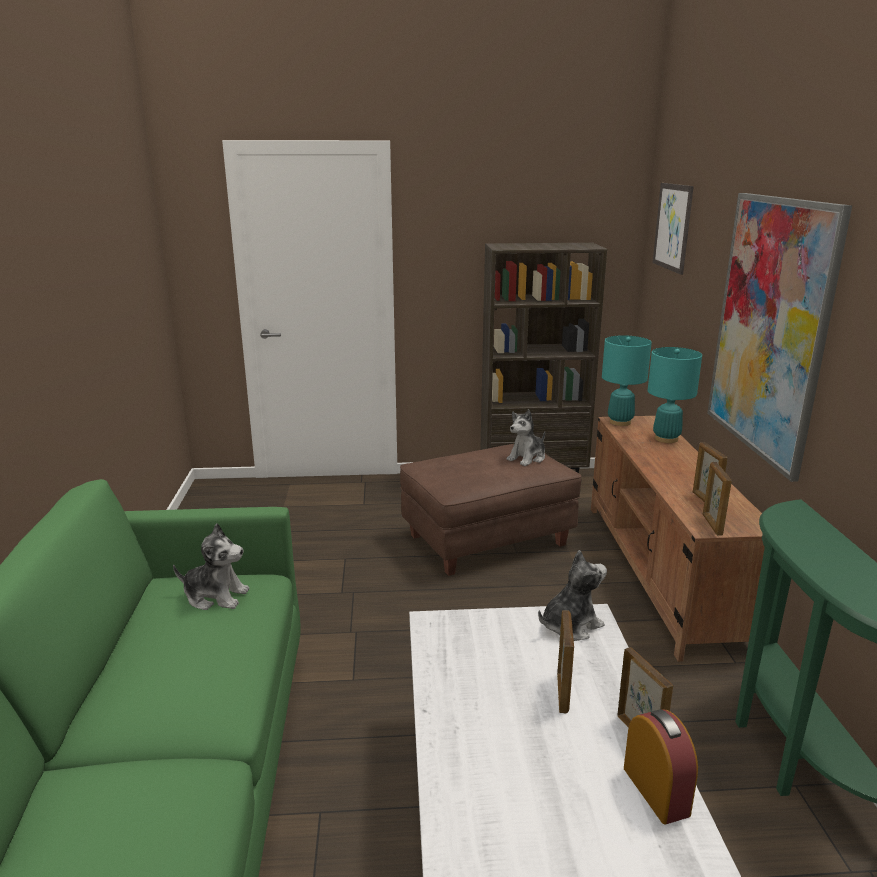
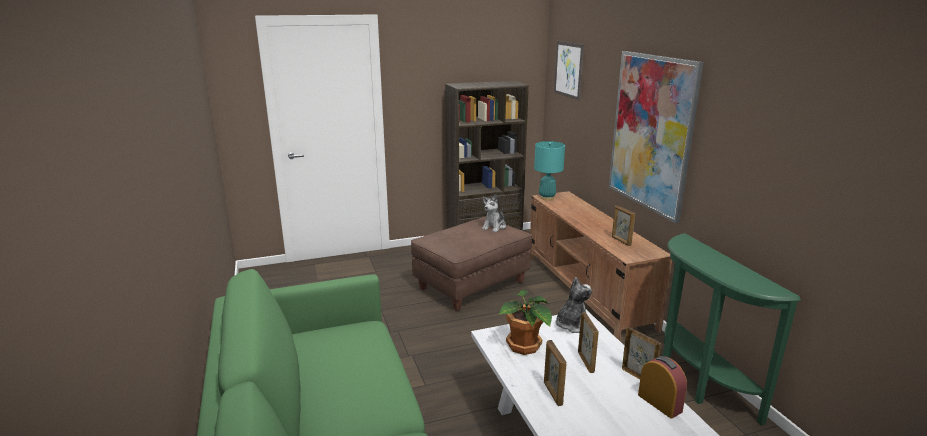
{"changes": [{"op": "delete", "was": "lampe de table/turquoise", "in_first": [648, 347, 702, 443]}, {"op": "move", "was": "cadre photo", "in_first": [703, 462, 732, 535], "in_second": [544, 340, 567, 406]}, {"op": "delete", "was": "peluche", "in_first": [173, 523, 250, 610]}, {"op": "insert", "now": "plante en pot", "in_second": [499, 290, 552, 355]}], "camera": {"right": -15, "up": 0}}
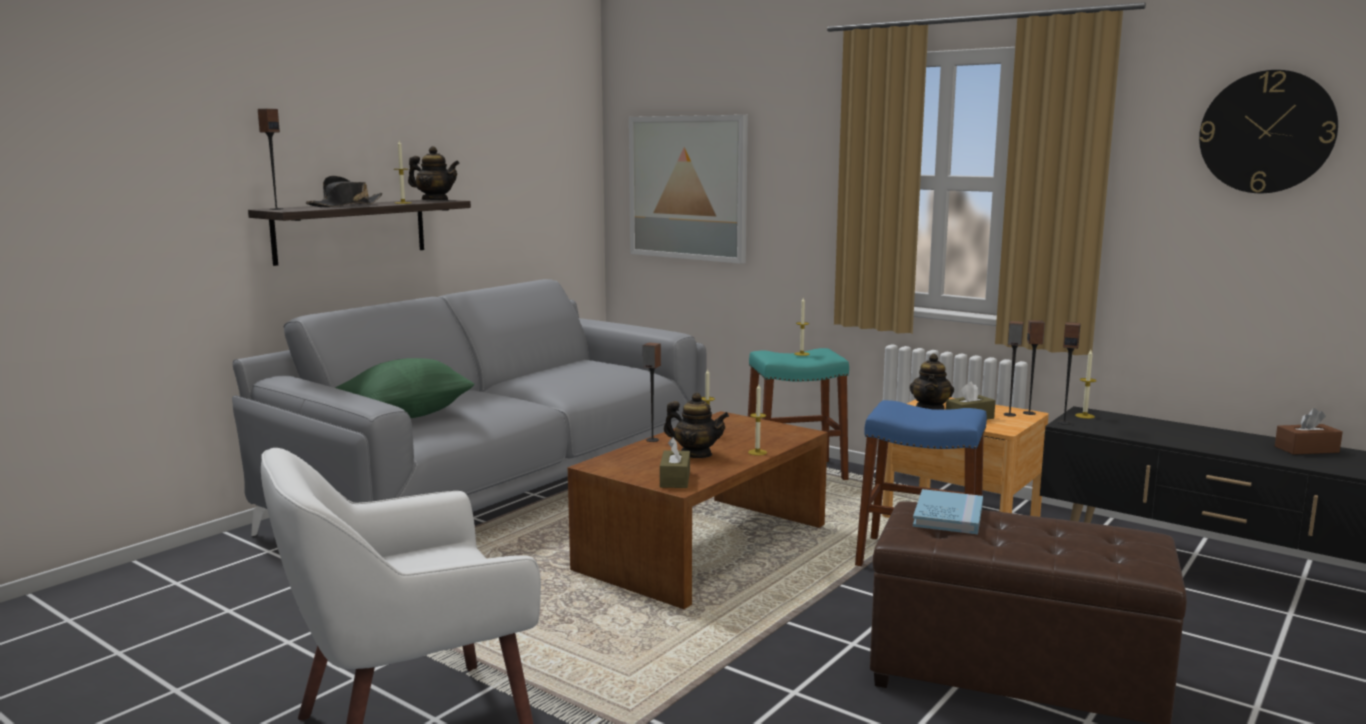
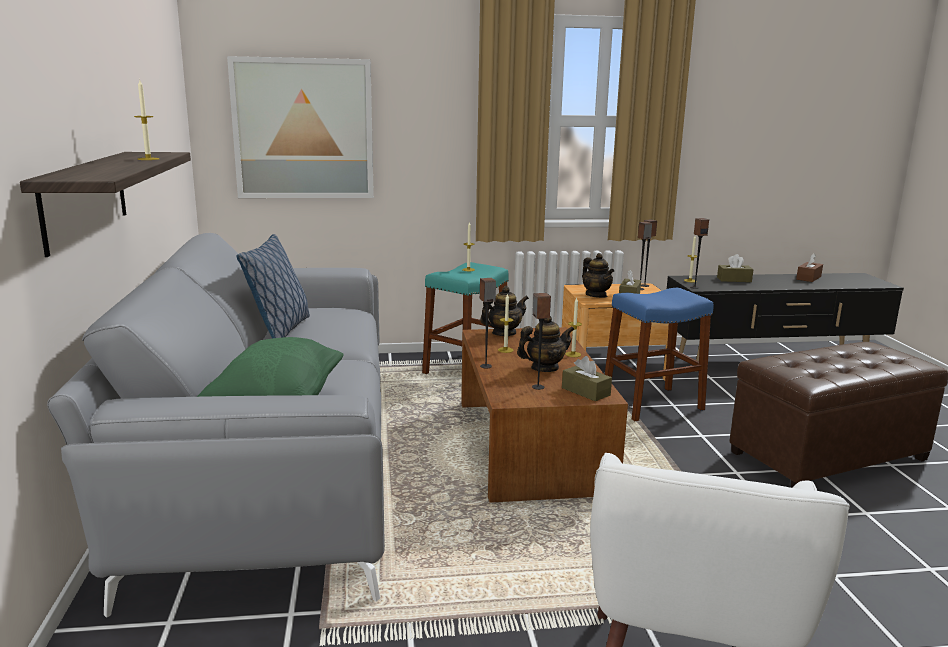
{"changes": [{"op": "delete", "was": "horloge murale", "in_first": [1199, 70, 1338, 193]}, {"op": "move", "was": "enceinte", "in_first": [258, 109, 283, 210], "in_second": [532, 293, 551, 390]}, {"op": "move", "was": "théière", "in_first": [408, 146, 460, 200], "in_second": [480, 286, 529, 336]}, {"op": "delete", "was": "chapeau/noir", "in_first": [306, 176, 382, 207]}, {"op": "delete", "was": "livre/bleu", "in_first": [913, 489, 983, 535]}, {"op": "insert", "now": "coussin", "in_second": [237, 234, 310, 339]}, {"op": "insert", "now": "boîte à mouchoirs/marron", "in_second": [717, 254, 754, 282]}], "camera": {"right": -45, "up": 5}}
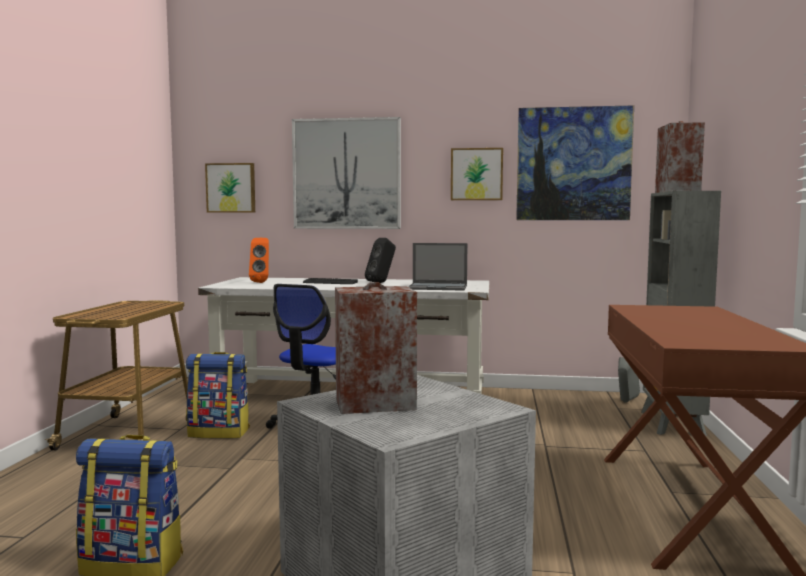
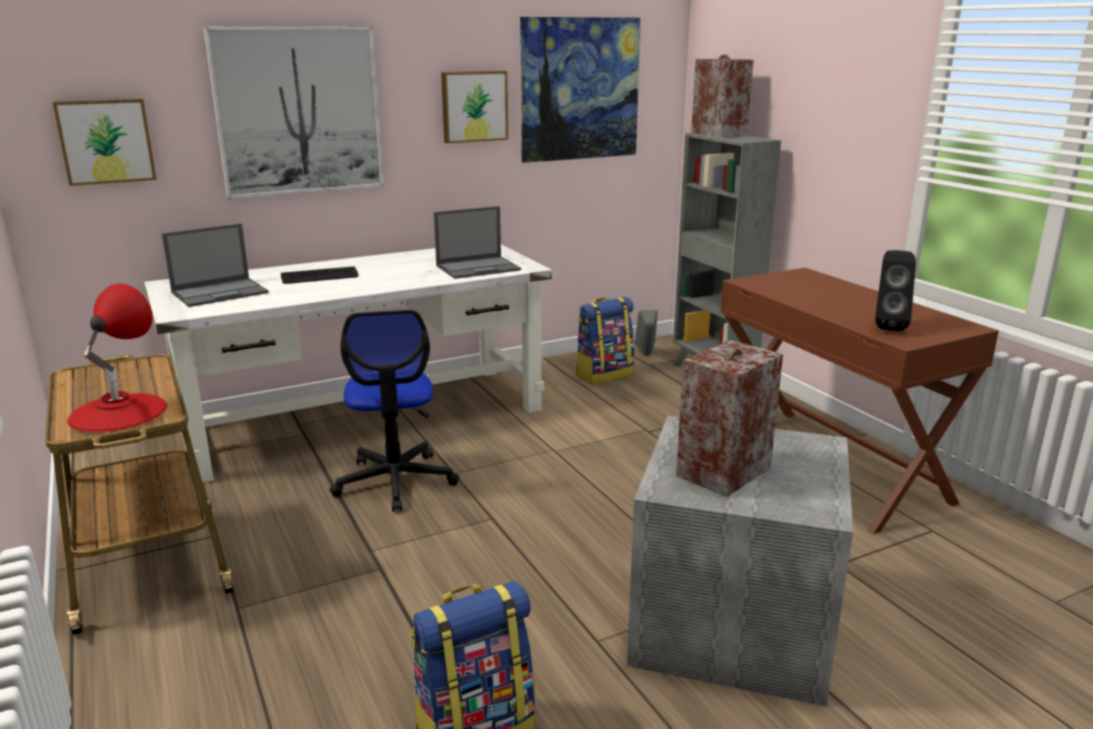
{"changes": [{"op": "replace", "was": "enceinte/orange", "now": "ordinateur portable", "in_first": [249, 238, 269, 283], "in_second": [162, 223, 269, 307]}, {"op": "move", "was": "enceinte/noir", "in_first": [365, 238, 396, 283], "in_second": [875, 250, 916, 331]}, {"op": "move", "was": "sac à dos", "in_first": [186, 352, 250, 439], "in_second": [576, 297, 634, 385]}, {"op": "insert", "now": "lampe de table/rouge", "in_second": [67, 283, 167, 432]}], "camera": {"right": -35, "up": 15}}
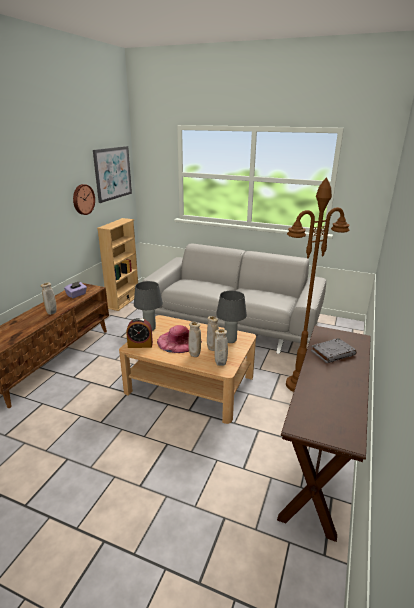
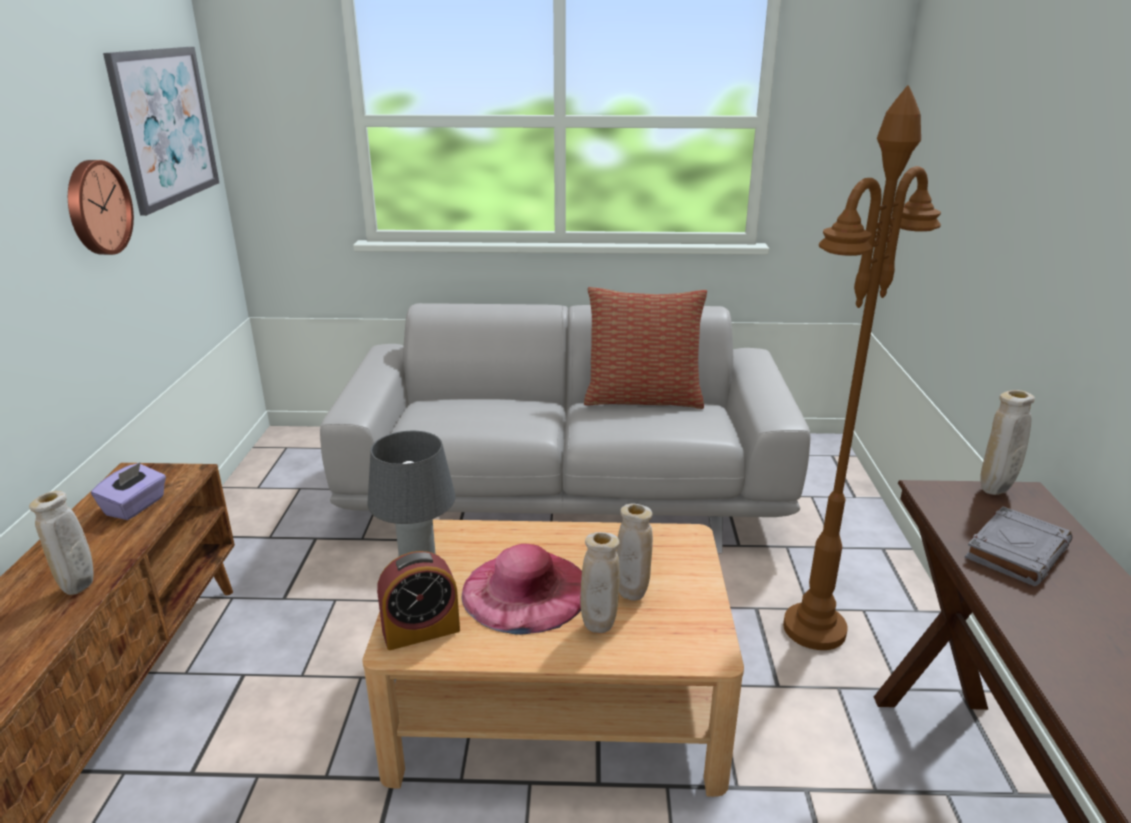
{"changes": [{"op": "delete", "was": "bibliothèque/beige", "in_first": [97, 218, 138, 311]}, {"op": "delete", "was": "lampe de table/gris", "in_first": [216, 291, 247, 343]}, {"op": "move", "was": "vase/beige", "in_first": [214, 329, 228, 366], "in_second": [980, 390, 1035, 495]}, {"op": "insert", "now": "coussin", "in_second": [584, 287, 707, 409]}], "camera": {"right": -20, "up": 0}}
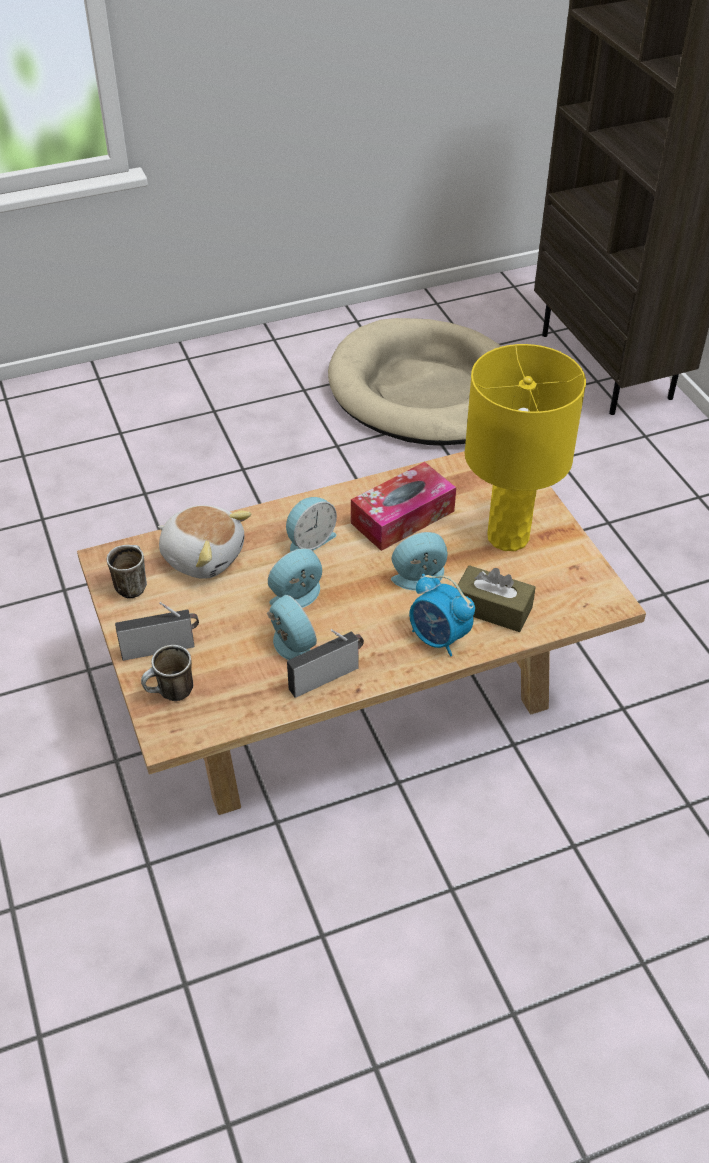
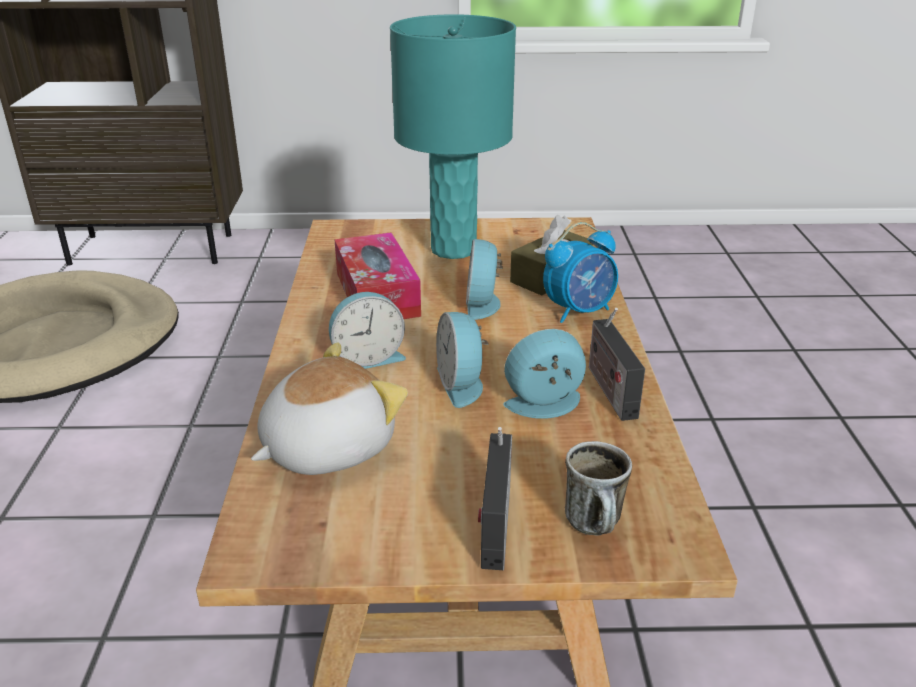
{"changes": [{"op": "recolor", "was": "lampe de table/jaune", "now": "lampe de table/turquoise", "in_first": [464, 344, 586, 551], "in_second": [390, 14, 516, 259]}, {"op": "rotate", "was": "réveil", "in_first": [286, 497, 337, 552], "in_second": [329, 292, 406, 369], "clockwise": 90}, {"op": "delete", "was": "mug", "in_first": [107, 545, 147, 599]}], "camera": {"right": -70, "up": -15}}
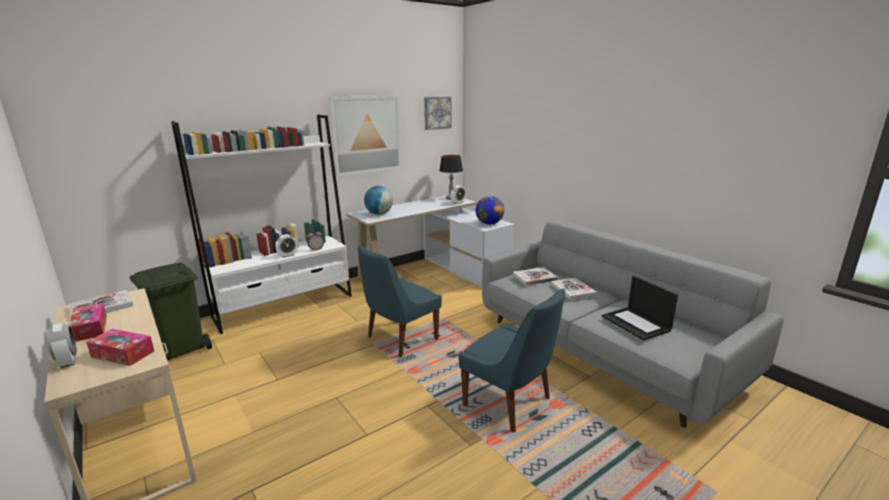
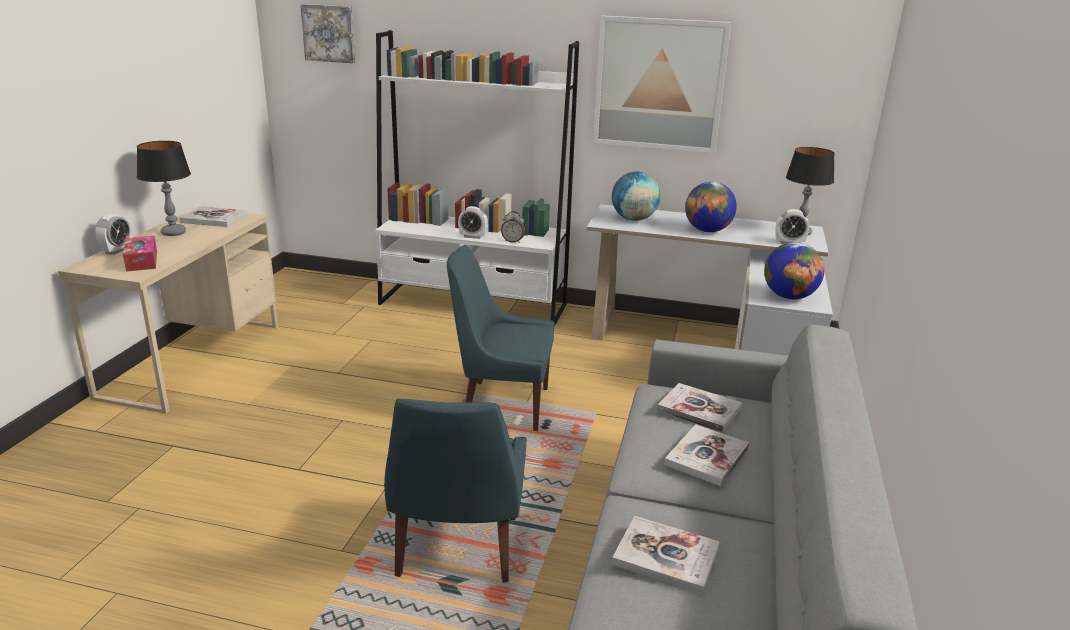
{"changes": [{"op": "move", "was": "tableau", "in_first": [424, 97, 451, 130], "in_second": [300, 4, 355, 63]}, {"op": "delete", "was": "poubelle/vert", "in_first": [129, 263, 212, 360]}, {"op": "replace", "was": "ordinateur portable", "now": "livre", "in_first": [602, 276, 678, 341], "in_second": [612, 516, 720, 594]}, {"op": "replace", "was": "boîte à mouchoirs", "now": "lampe de table", "in_first": [69, 303, 107, 342], "in_second": [137, 141, 191, 236]}, {"op": "insert", "now": "globe", "in_second": [685, 182, 737, 232]}], "camera": {"right": 50, "up": 5}}
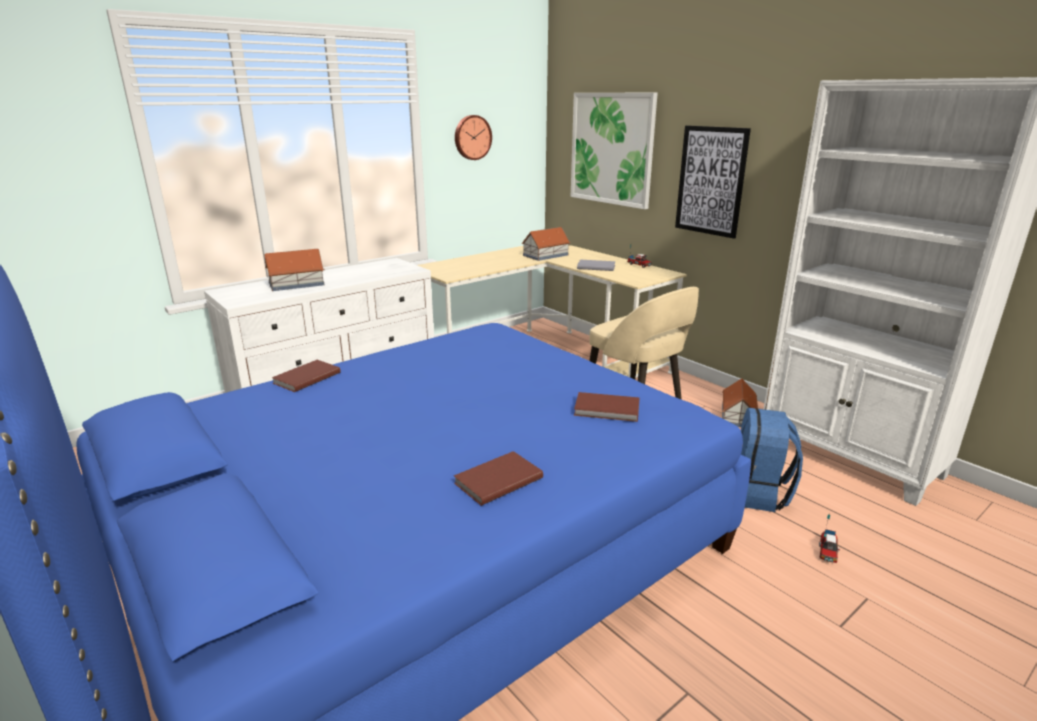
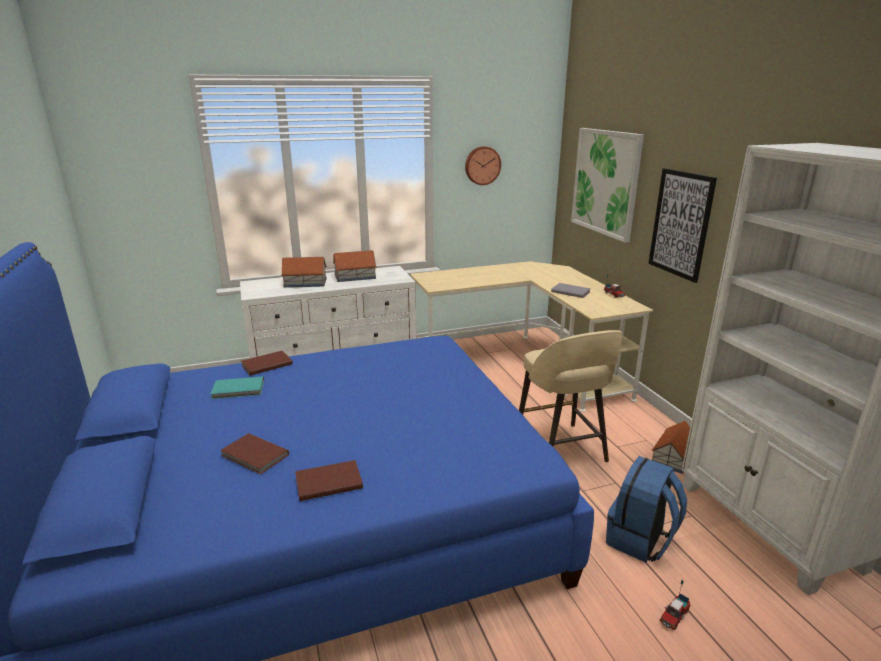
{"changes": [{"op": "move", "was": "maison miniature", "in_first": [522, 227, 571, 261], "in_second": [333, 250, 377, 282]}, {"op": "move", "was": "livre/marron", "in_first": [574, 392, 640, 422], "in_second": [220, 433, 289, 475]}, {"op": "insert", "now": "livre/turquoise", "in_second": [211, 376, 264, 399]}], "camera": {"right": 20, "up": 0}}
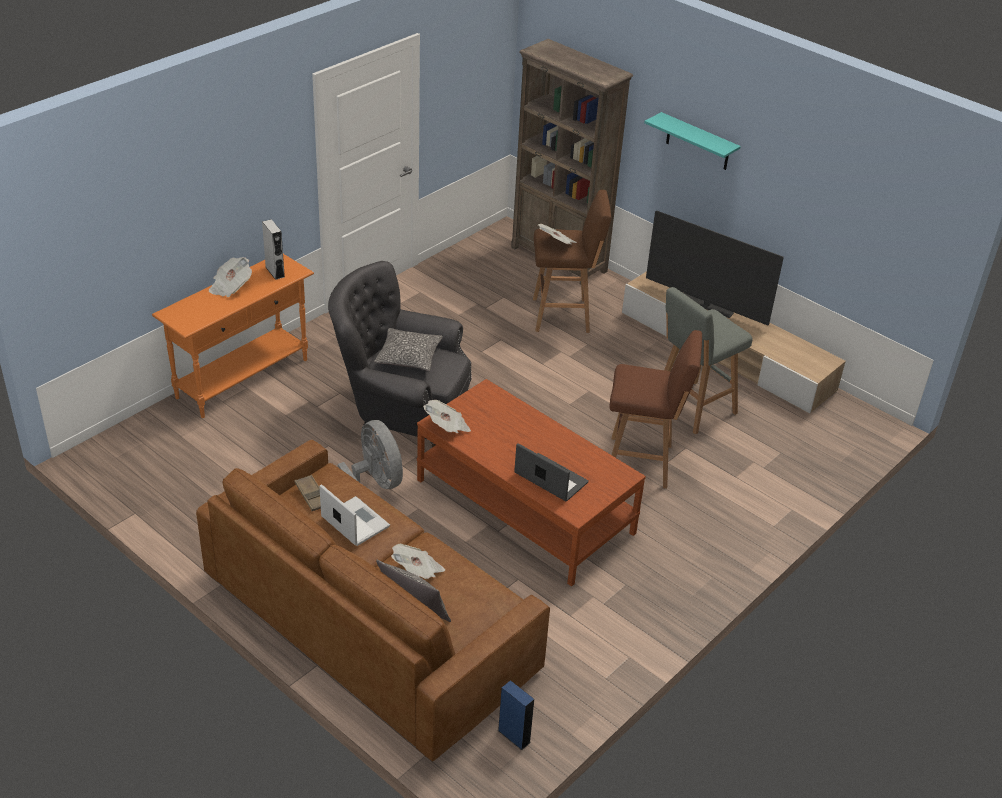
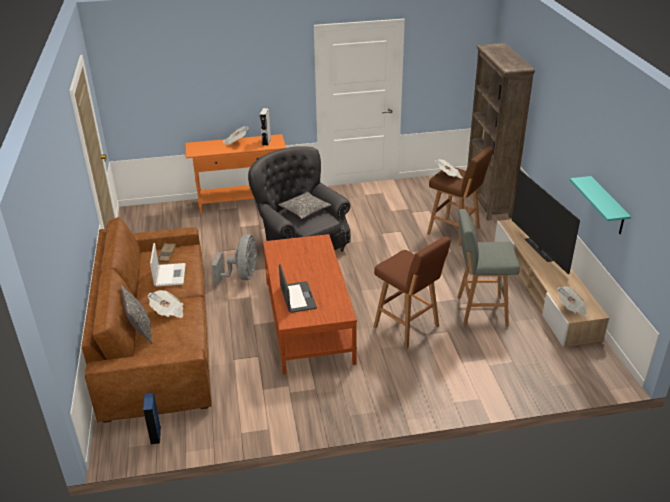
{"changes": [{"op": "move", "was": "étagère/turquoise", "in_first": [644, 112, 741, 170], "in_second": [570, 176, 631, 234]}, {"op": "move", "was": "journal", "in_first": [423, 400, 471, 433], "in_second": [558, 286, 587, 316]}], "camera": {"right": 40, "up": -5}}
